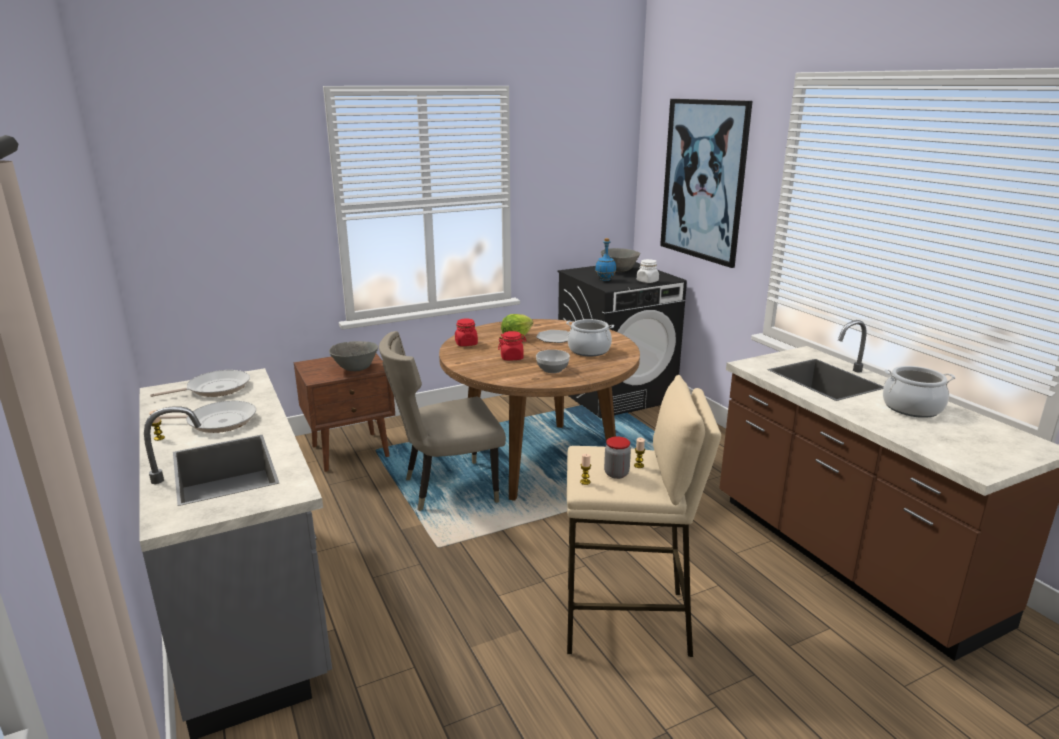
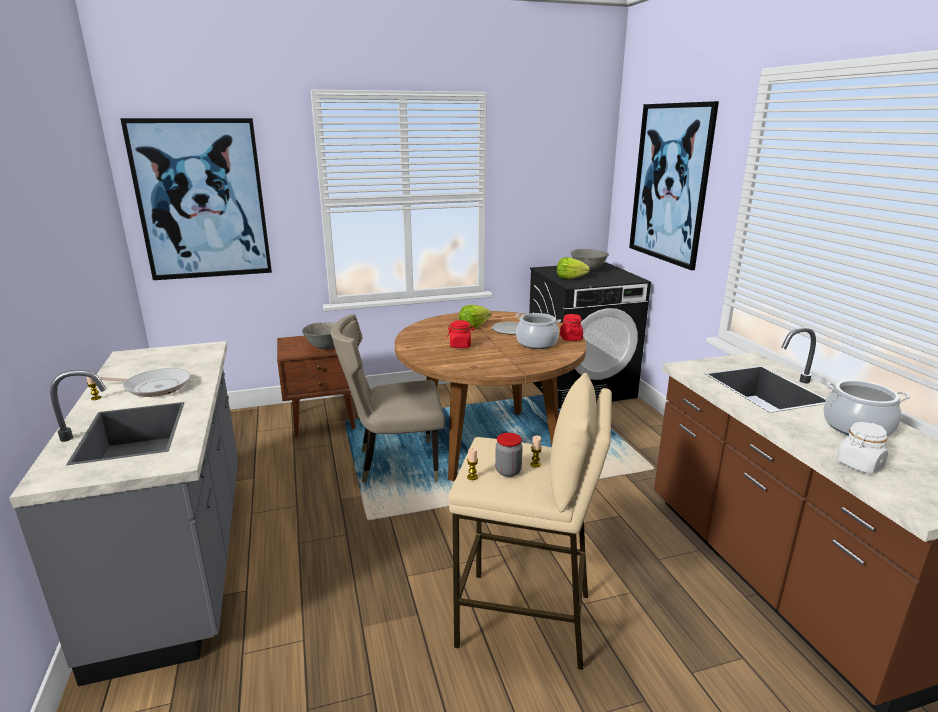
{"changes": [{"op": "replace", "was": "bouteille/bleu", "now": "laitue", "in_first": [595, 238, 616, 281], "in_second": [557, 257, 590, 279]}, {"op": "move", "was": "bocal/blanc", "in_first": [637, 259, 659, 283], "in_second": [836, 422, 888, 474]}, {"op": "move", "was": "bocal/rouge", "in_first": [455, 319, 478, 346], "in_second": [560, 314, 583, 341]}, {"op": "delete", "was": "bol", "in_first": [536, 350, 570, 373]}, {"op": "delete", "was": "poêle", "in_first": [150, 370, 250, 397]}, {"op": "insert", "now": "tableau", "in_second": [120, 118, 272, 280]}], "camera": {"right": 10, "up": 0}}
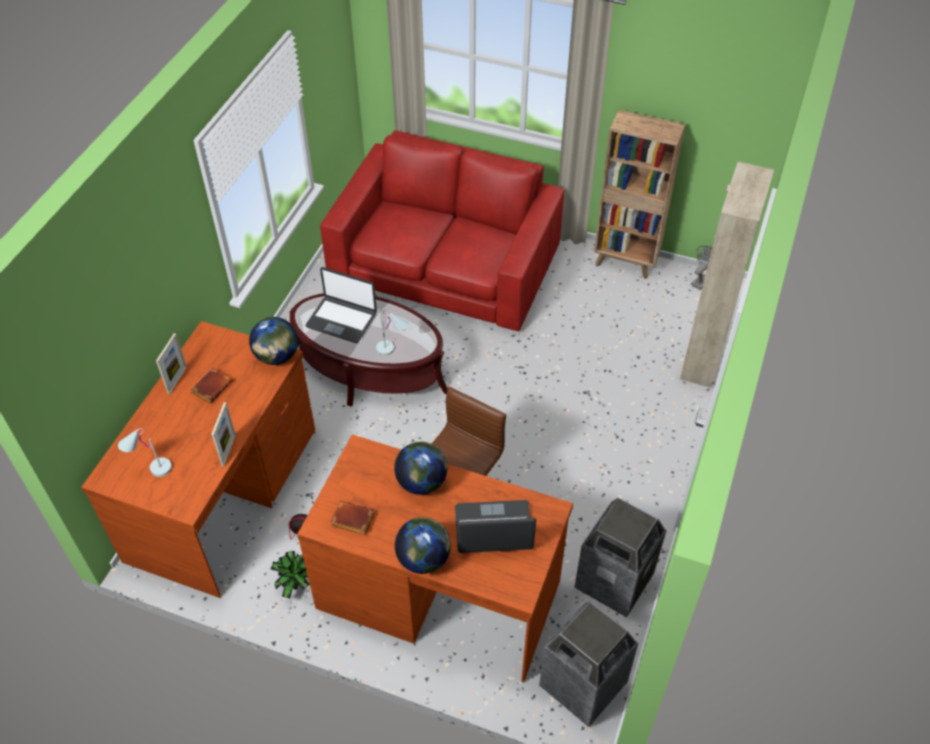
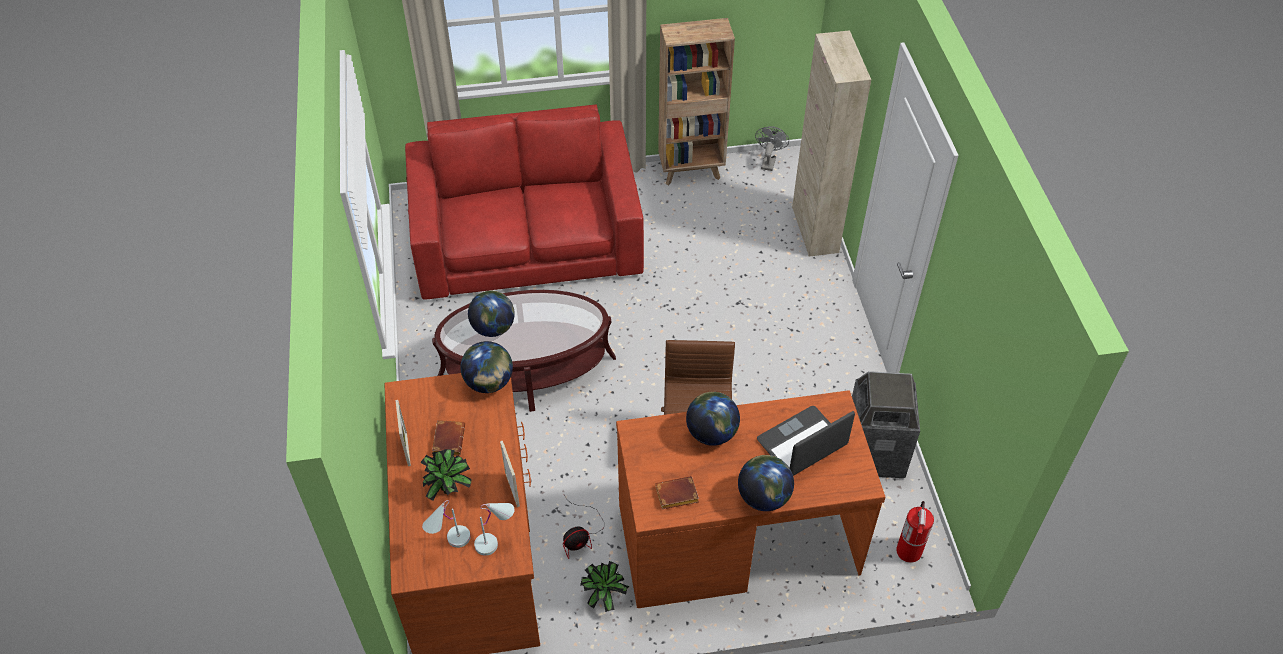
{"changes": [{"op": "replace", "was": "ordinateur portable", "now": "globe", "in_first": [306, 267, 377, 343], "in_second": [468, 291, 515, 337]}, {"op": "move", "was": "lampe de table/blanc", "in_first": [376, 310, 409, 356], "in_second": [474, 503, 514, 556]}, {"op": "replace", "was": "poubelle", "now": "extincteur", "in_first": [539, 601, 638, 727], "in_second": [896, 501, 934, 563]}, {"op": "insert", "now": "plante en pot", "in_second": [420, 449, 472, 501]}], "camera": {"right": -30, "up": 0}}
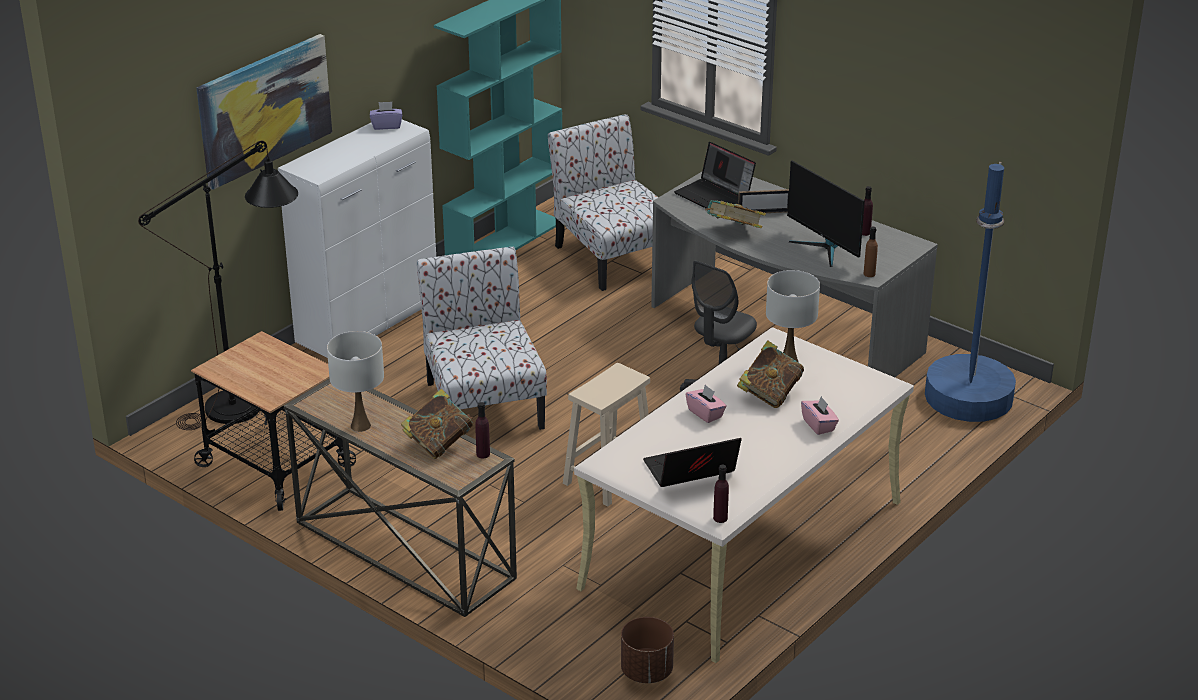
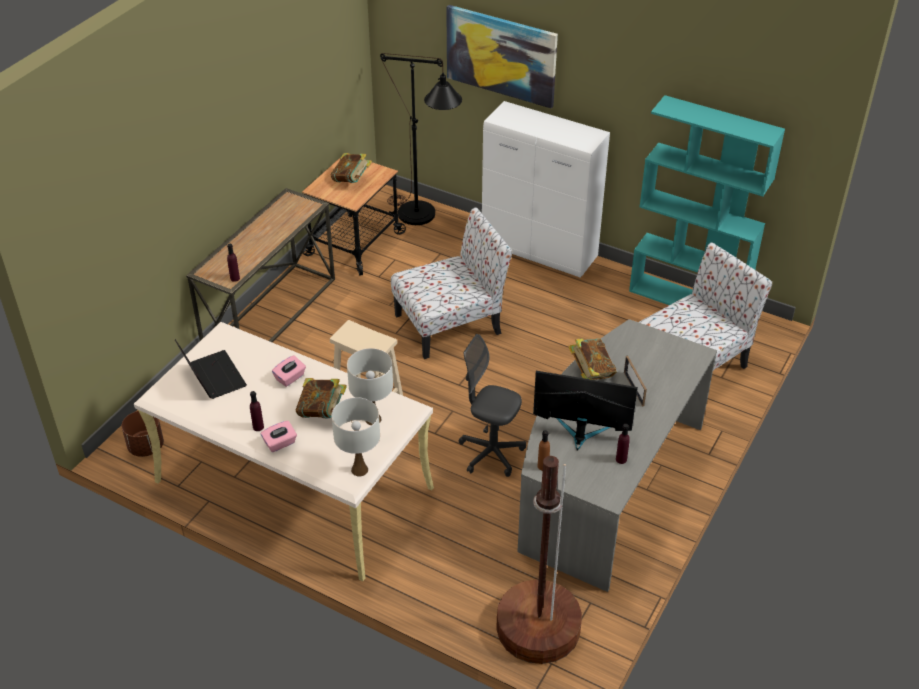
{"changes": [{"op": "delete", "was": "boîte à mouchoirs/violet", "in_first": [370, 102, 402, 130]}, {"op": "delete", "was": "ordinateur portable", "in_first": [674, 142, 756, 209]}, {"op": "rotate", "was": "écran d'ordinateur", "in_first": [787, 160, 865, 267], "in_second": [533, 371, 638, 451], "clockwise": 60}, {"op": "recolor", "was": "lampadaire/bleu", "now": "lampadaire/marron", "in_first": [925, 162, 1016, 422], "in_second": [496, 456, 582, 664]}, {"op": "move", "was": "lampe de table/blanc", "in_first": [327, 331, 384, 432], "in_second": [332, 397, 380, 477]}, {"op": "move", "was": "livre", "in_first": [401, 389, 473, 459], "in_second": [331, 153, 372, 183]}, {"op": "move", "was": "bouteille/violet", "in_first": [713, 465, 729, 523], "in_second": [250, 391, 264, 431]}], "camera": {"right": 80, "up": 10}}
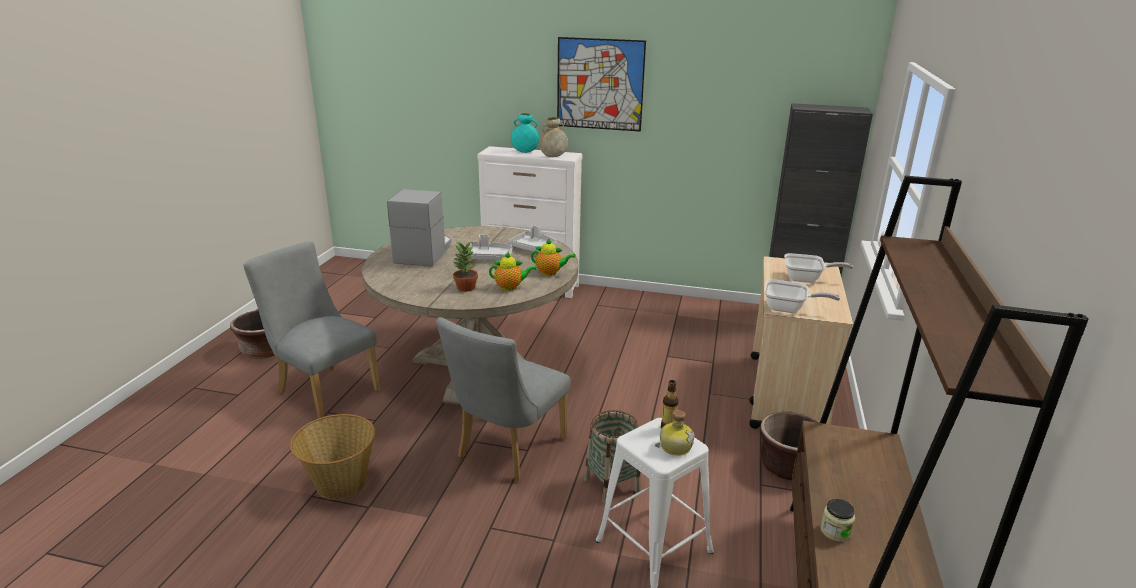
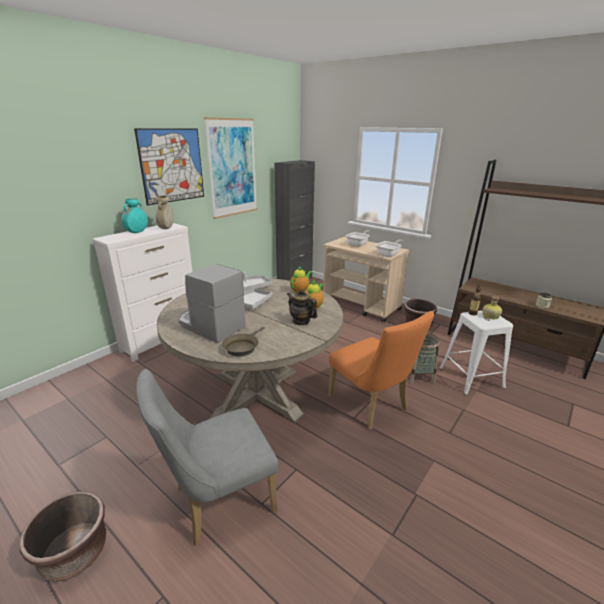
{"changes": [{"op": "replace", "was": "plante en pot", "now": "théière", "in_first": [453, 242, 478, 292], "in_second": [287, 289, 317, 325]}, {"op": "recolor", "was": "chaise/gris", "now": "chaise/orange", "in_first": [436, 317, 570, 481], "in_second": [328, 311, 434, 429]}, {"op": "delete", "was": "panier", "in_first": [290, 414, 375, 500]}, {"op": "insert", "now": "tableau", "in_second": [204, 117, 257, 219]}, {"op": "insert", "now": "poêle/marron", "in_second": [222, 326, 265, 357]}], "camera": {"right": -65, "up": 0}}
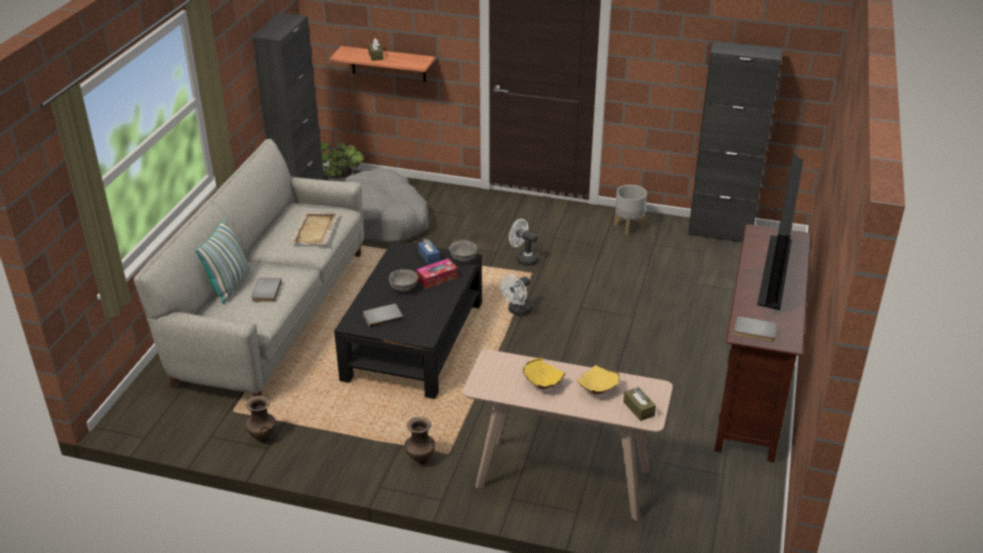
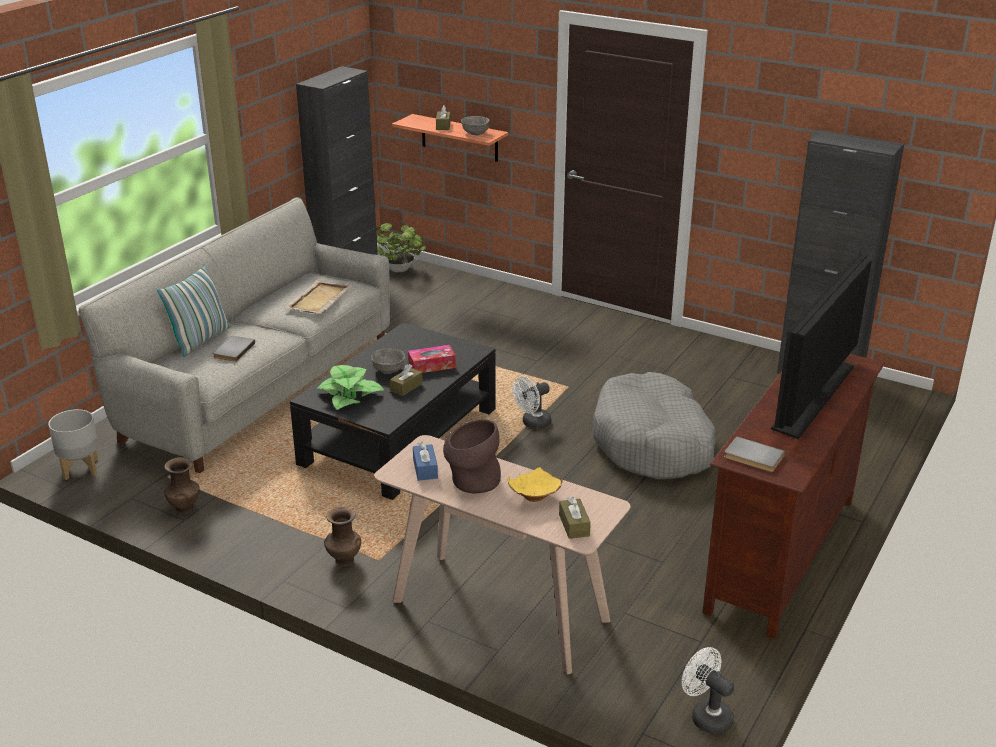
{"changes": [{"op": "move", "was": "panier pour chien/gris", "in_first": [344, 169, 429, 243], "in_second": [593, 372, 716, 480]}, {"op": "move", "was": "cache-pot/gris", "in_first": [614, 185, 647, 235], "in_second": [48, 409, 99, 480]}, {"op": "move", "was": "ventilateur/blanc", "in_first": [509, 219, 539, 266], "in_second": [682, 647, 734, 735]}, {"op": "move", "was": "boîte à mouchoirs/bleu", "in_first": [418, 239, 440, 264], "in_second": [413, 442, 438, 481]}, {"op": "move", "was": "bol/gris", "in_first": [449, 240, 477, 262], "in_second": [461, 116, 490, 135]}, {"op": "replace", "was": "livre/gris", "now": "plante en pot", "in_first": [363, 304, 403, 328], "in_second": [316, 365, 384, 410]}, {"op": "replace", "was": "bol/jaune", "now": "vase/marron", "in_first": [523, 358, 566, 389], "in_second": [443, 419, 501, 493]}, {"op": "insert", "now": "boîte à mouchoirs/marron", "in_second": [390, 364, 423, 396]}], "camera": {"right": 15, "up": -5}}
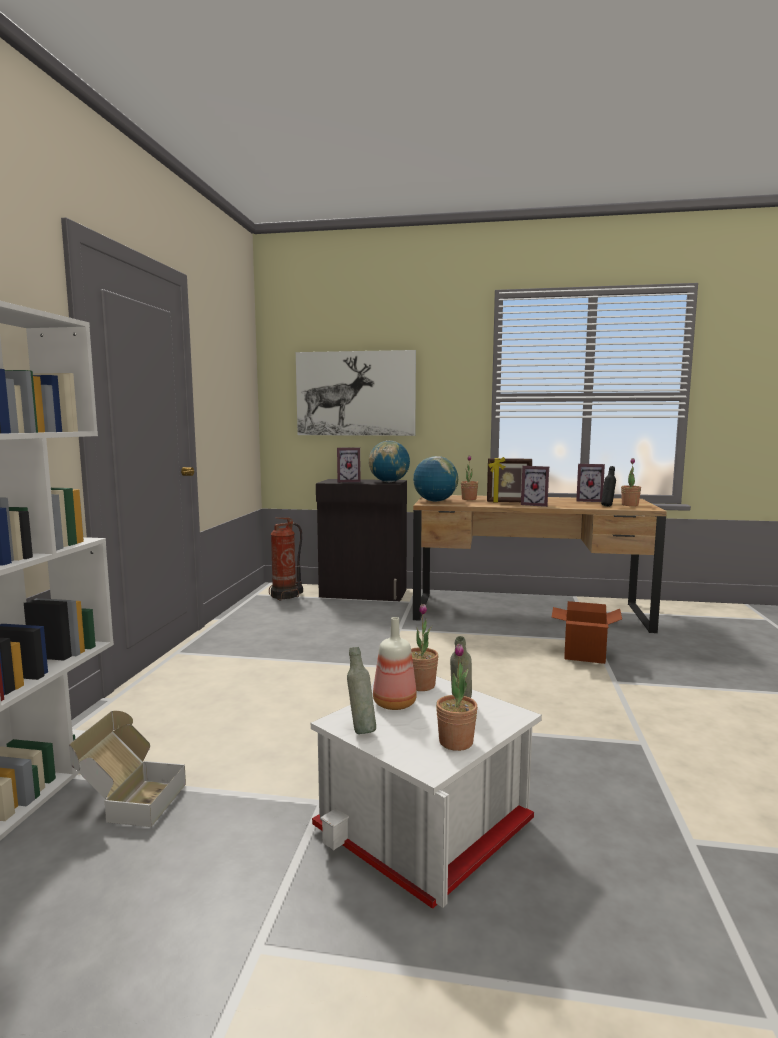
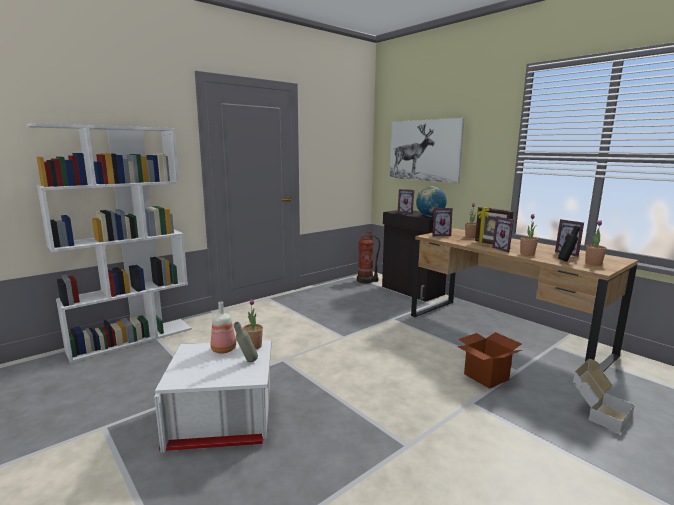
{"changes": [{"op": "replace", "was": "globe", "now": "cadre photo", "in_first": [413, 456, 458, 502], "in_second": [432, 208, 453, 237]}, {"op": "move", "was": "plante en pot", "in_first": [436, 644, 478, 751], "in_second": [520, 214, 538, 256]}, {"op": "delete", "was": "bouteille/gris", "in_first": [347, 647, 376, 734]}, {"op": "move", "was": "carton", "in_first": [69, 711, 186, 827], "in_second": [573, 359, 635, 434]}], "camera": {"right": 40, "up": 5}}
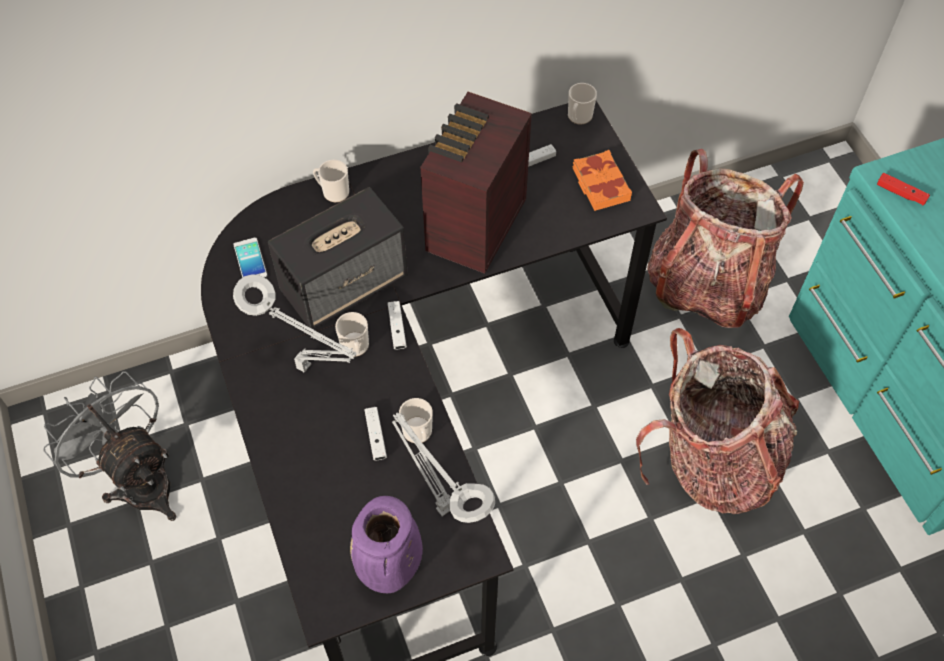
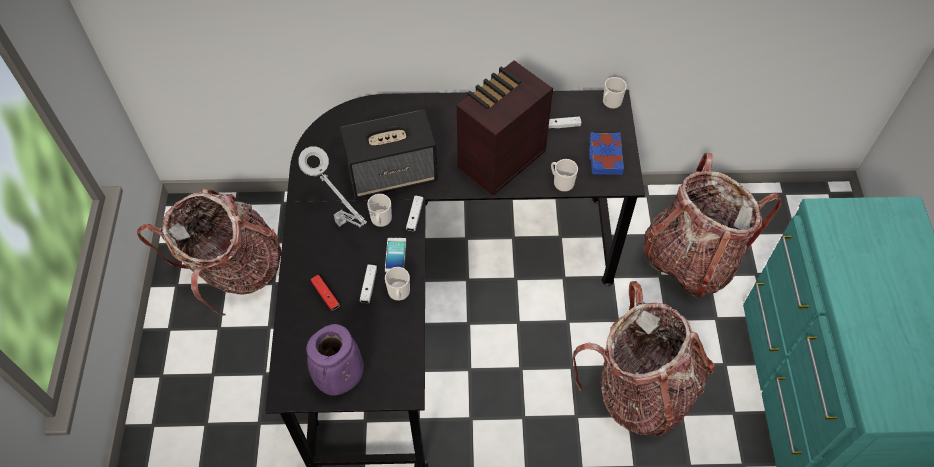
{"changes": [{"op": "recolor", "was": "livre/orange", "now": "livre/bleu", "in_first": [573, 150, 632, 211], "in_second": [589, 132, 624, 175]}, {"op": "move", "was": "mug", "in_first": [313, 160, 349, 202], "in_second": [551, 159, 578, 192]}, {"op": "move", "was": "manette/rouge", "in_first": [877, 173, 930, 206], "in_second": [310, 275, 340, 311]}, {"op": "move", "was": "téléphone", "in_first": [233, 237, 268, 278], "in_second": [385, 238, 407, 273]}, {"op": "replace", "was": "ventilateur/gris", "now": "sac à dos", "in_first": [44, 371, 176, 521], "in_second": [137, 189, 281, 316]}, {"op": "delete", "was": "lampe de table/gris", "in_first": [392, 413, 495, 523]}], "camera": {"right": 20, "up": 0}}
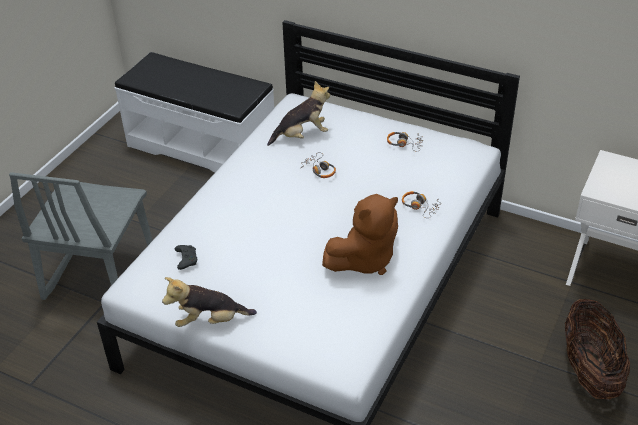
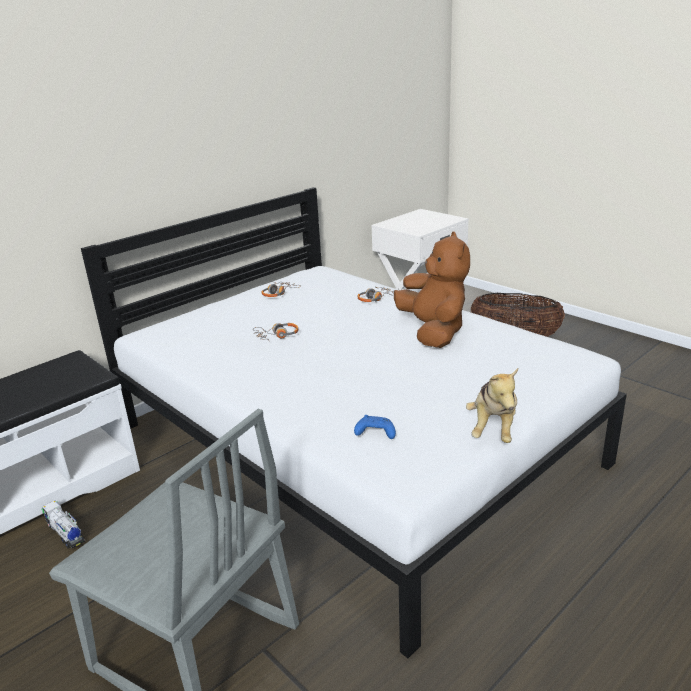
{"changes": [{"op": "delete", "was": "peluche", "in_first": [267, 81, 330, 146]}, {"op": "recolor", "was": "manette/noir", "now": "manette/bleu", "in_first": [175, 245, 197, 270], "in_second": [354, 415, 396, 439]}, {"op": "insert", "now": "camion jouet", "in_second": [42, 500, 85, 548]}], "camera": {"right": -70, "up": -15}}
